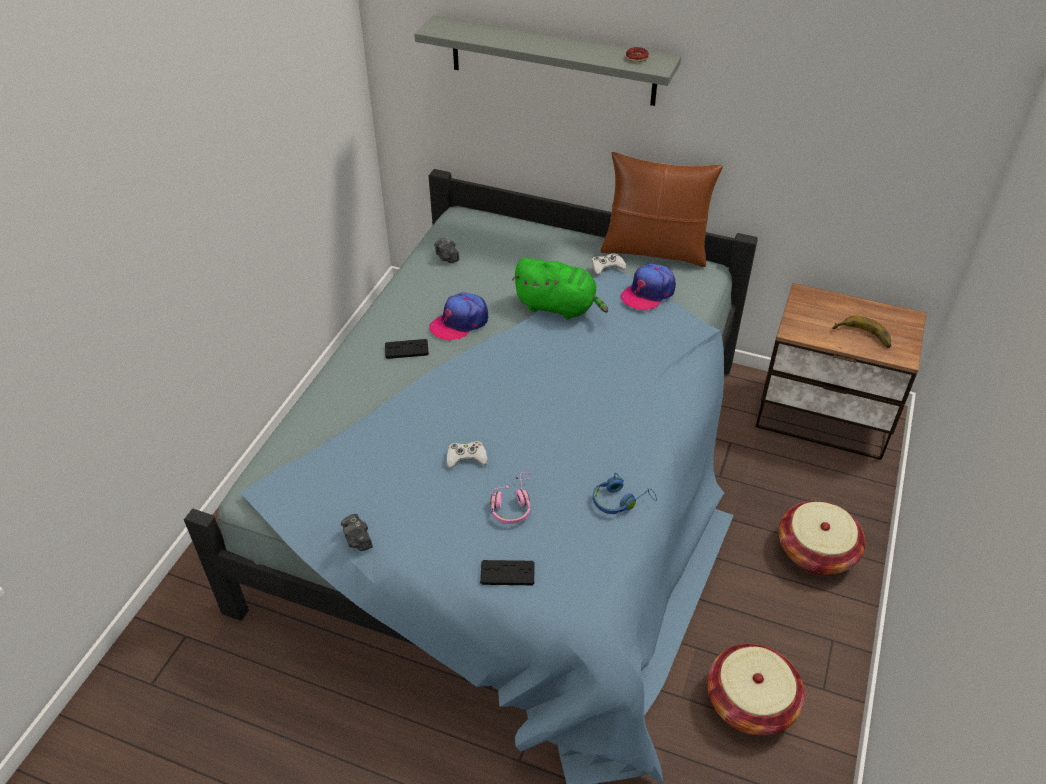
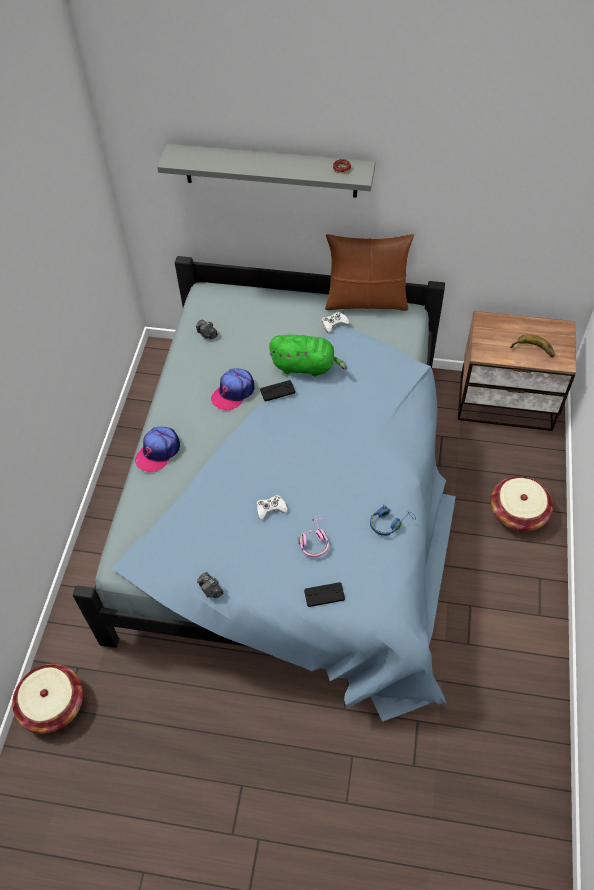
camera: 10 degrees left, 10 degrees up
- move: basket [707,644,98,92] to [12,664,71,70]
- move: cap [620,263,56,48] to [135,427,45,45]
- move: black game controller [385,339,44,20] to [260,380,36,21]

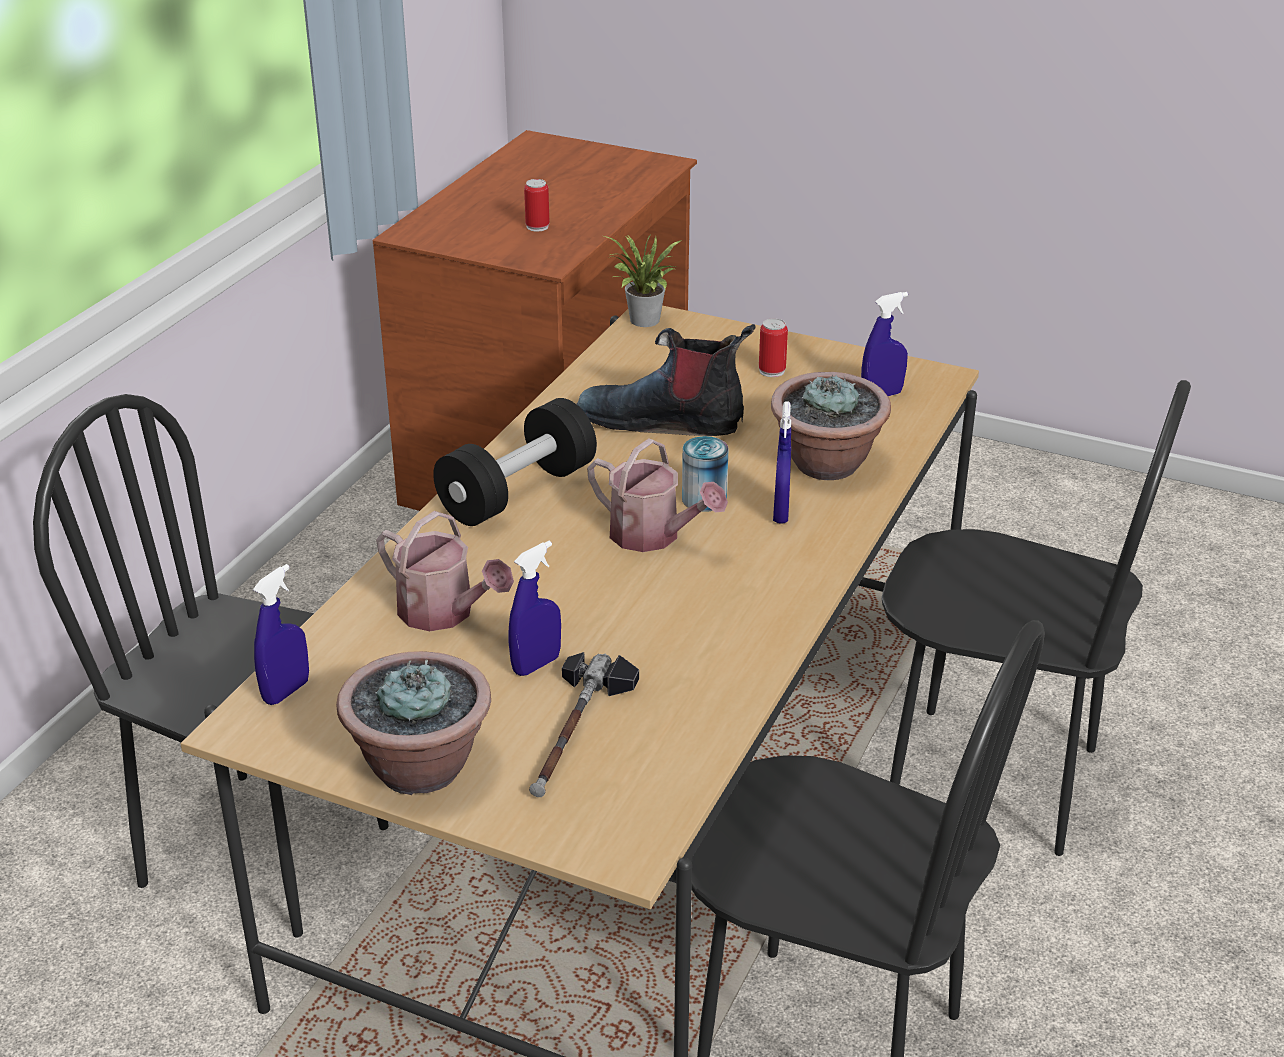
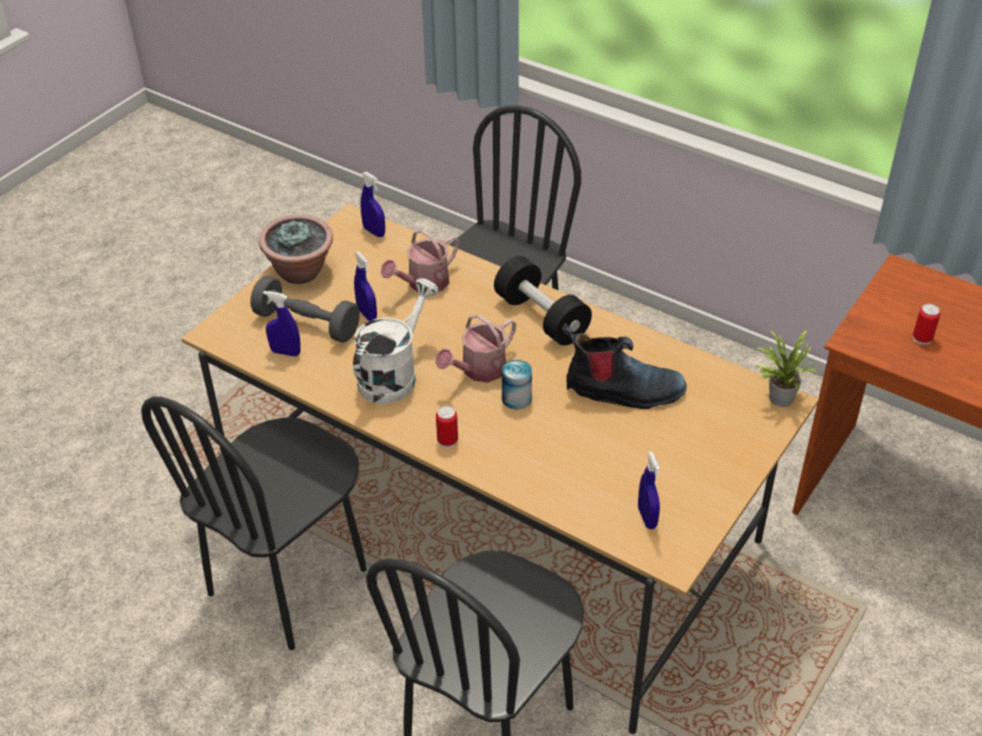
camera: 100 degrees right, 10 degrees up
- replace: hammer [529,652,110,145] to grey dumbbell [250,276,110,67]
- move: blue spray bottle [773,401,18,123] to [263,291,38,66]
- insert: white watering can [353,278,86,126]
- move: can [759,318,29,59] to [436,406,22,42]
- rotate: boot [577,324,179,112] = [562,323,125,86] 75 degrees clockwise
- delete: potted plant [771,372,120,108]

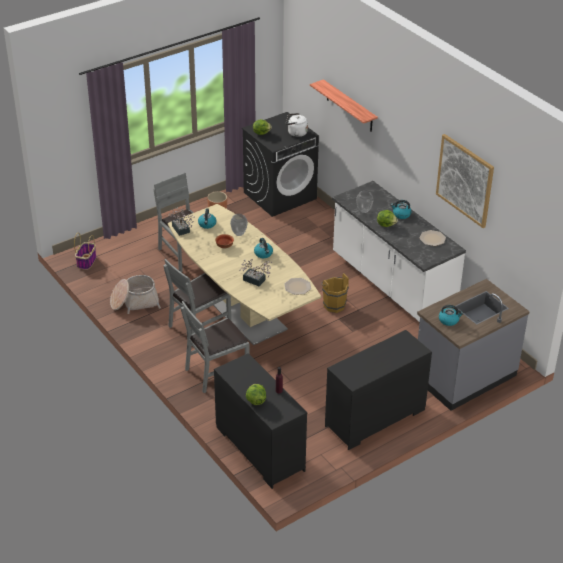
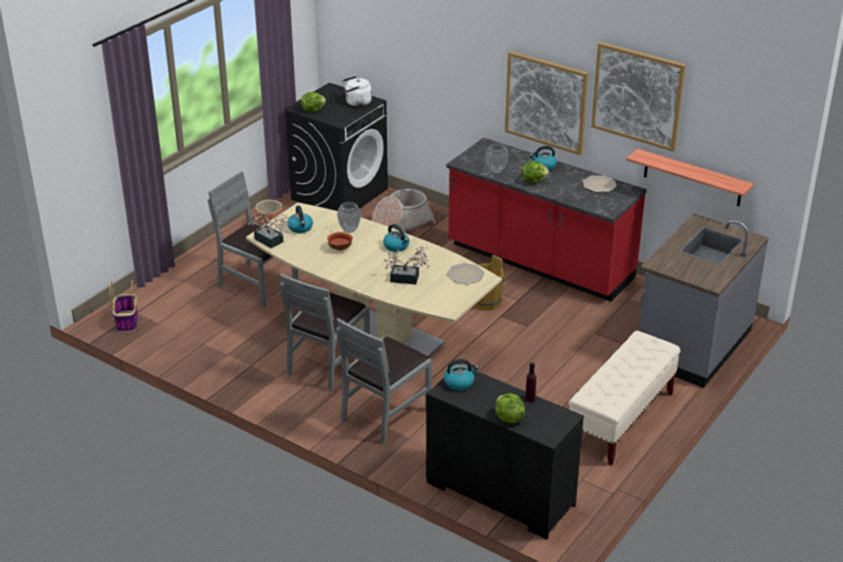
camera: 20 degrees left, 5 degrees down
- move: basket [110,275,51,39] to [372,189,64,44]
- move: kettle [439,305,24,21] to [444,359,35,32]
- recolor: white counter [332,181,134,141] to red counter [446,138,201,163]
- insert: picture [505,51,84,104]
- replace: black dresser [325,330,107,120] to beige bench [569,331,112,134]
- move: shelf [310,79,68,53] to [626,149,128,57]

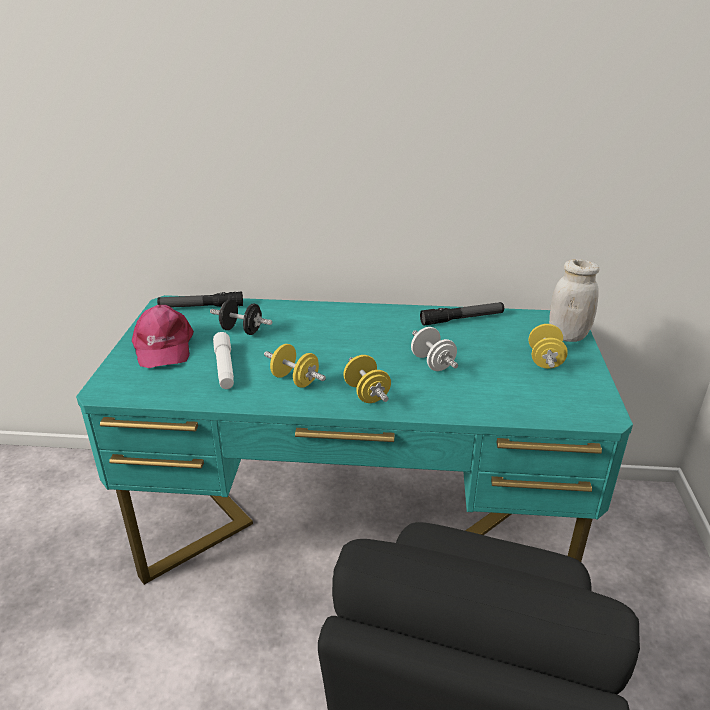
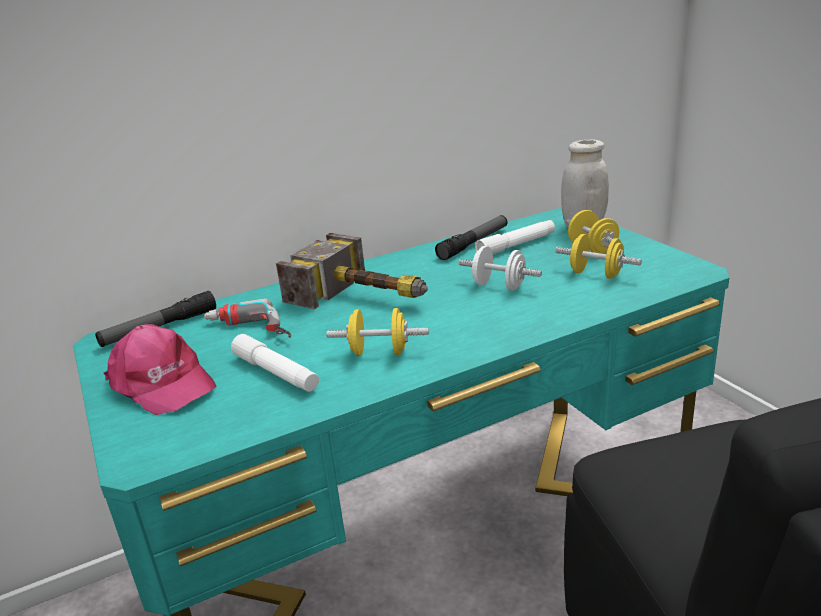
camera: 30 degrees left, 5 degrees down
- replace: black dumbbell [210,299,62,36] to power drill [204,298,87,40]
- insert: hammer [276,233,152,77]
- insert: white flashlight [475,220,80,34]
- move: yellow dumbbell [343,355,48,48] to [555,234,87,45]

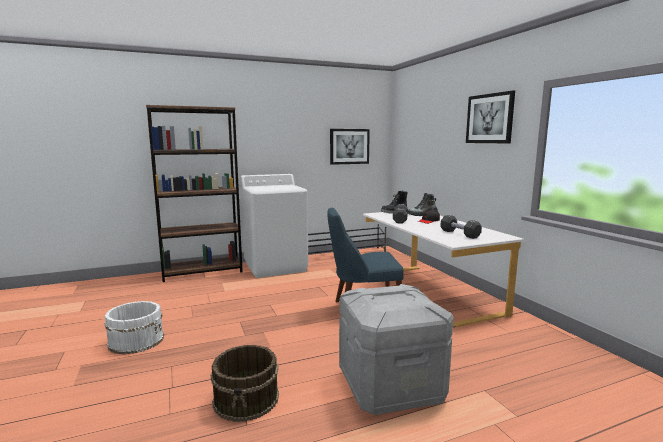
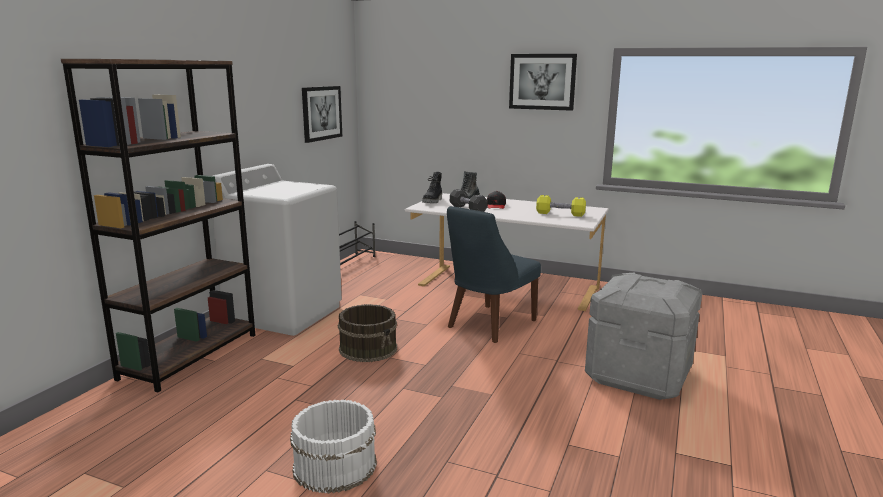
camera: 45 degrees left, 5 degrees up
- move: brown bucket [211,345,68,77] to [338,304,59,58]
- recolor: black dumbbell [440,215,42,24] to yellow dumbbell [536,195,50,22]

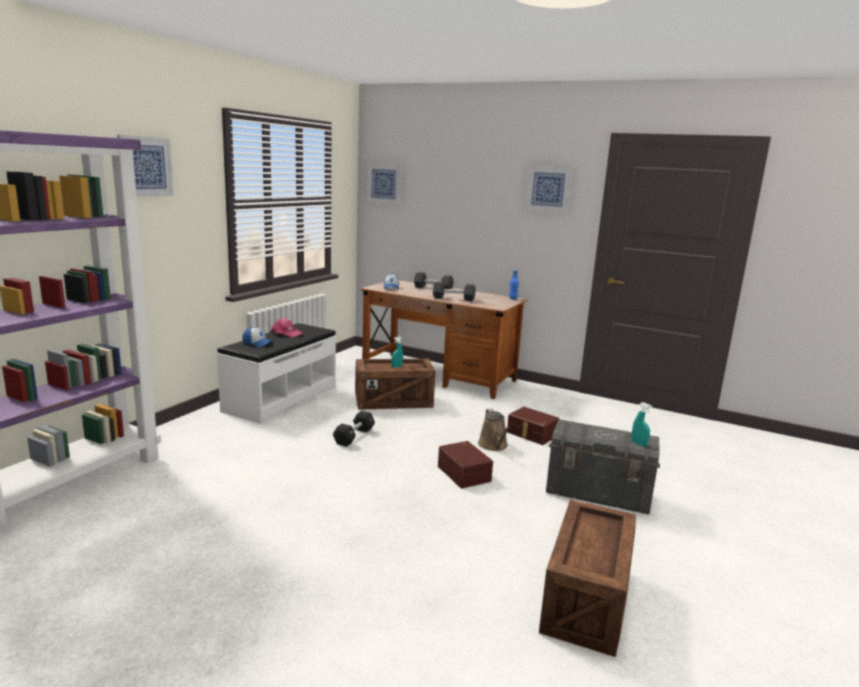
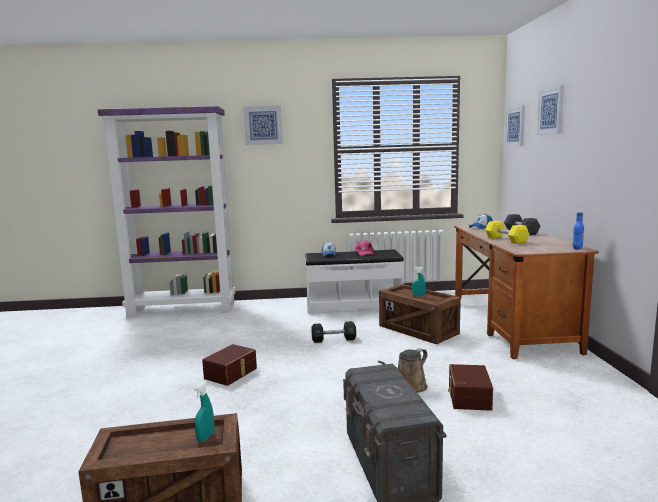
camera: 60 degrees right, 5 degrees down
- move: turquoise spray bottle [631,402,21,44] to [194,382,20,60]
- move: brown storage box [438,441,55,47] to [202,344,55,42]
- recolor: black dumbbell [433,281,42,20] to yellow dumbbell [485,221,44,23]
- move: picture [525,166,47,47] to [536,85,28,50]

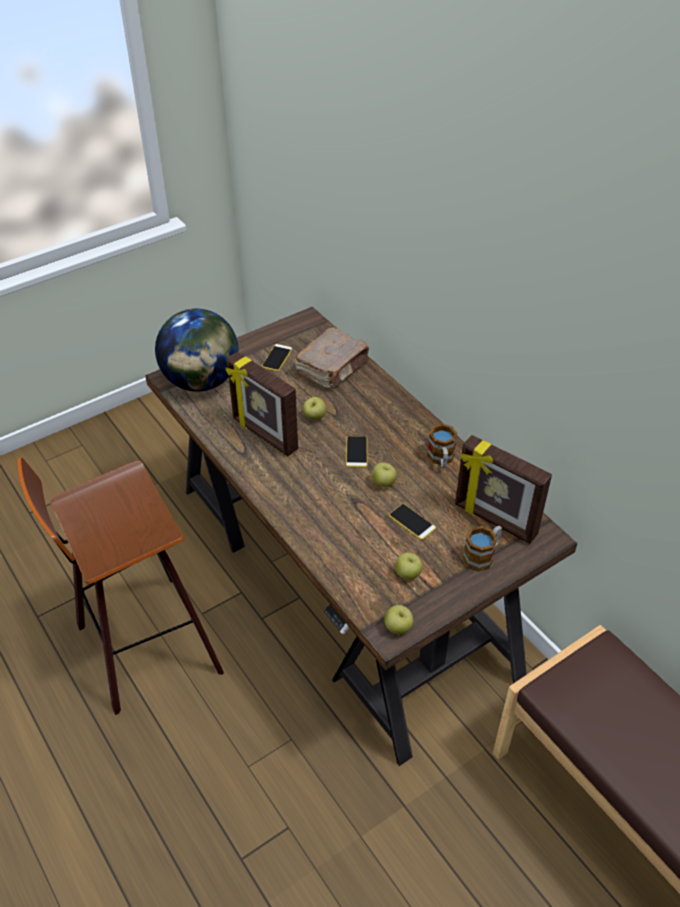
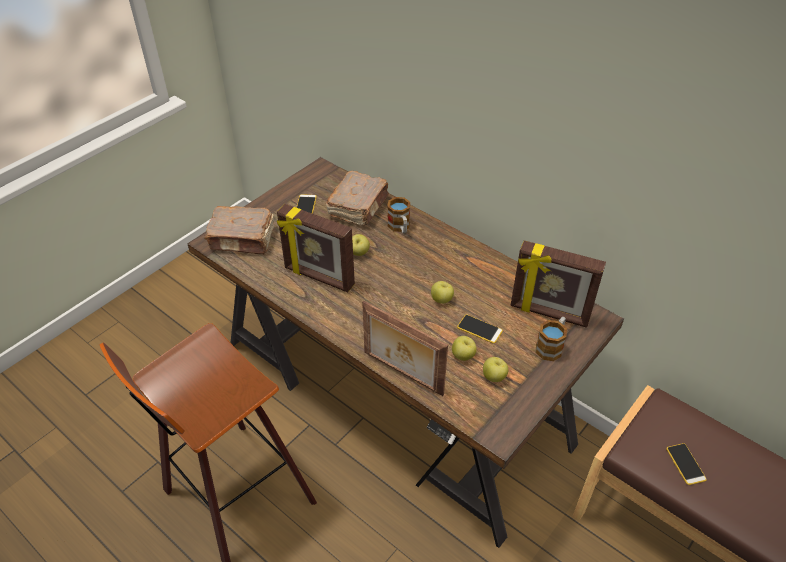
camera: 15 degrees left, 0 degrees up
- replace: globe [155,309,84,83] to brown book [204,206,71,49]
- insert: picture frame [362,301,86,95]
- move: mug [427,424,30,45] to [387,197,23,37]
- move: apple [384,605,29,29] to [452,336,25,25]
- move: phone [346,436,22,32] to [666,443,41,42]

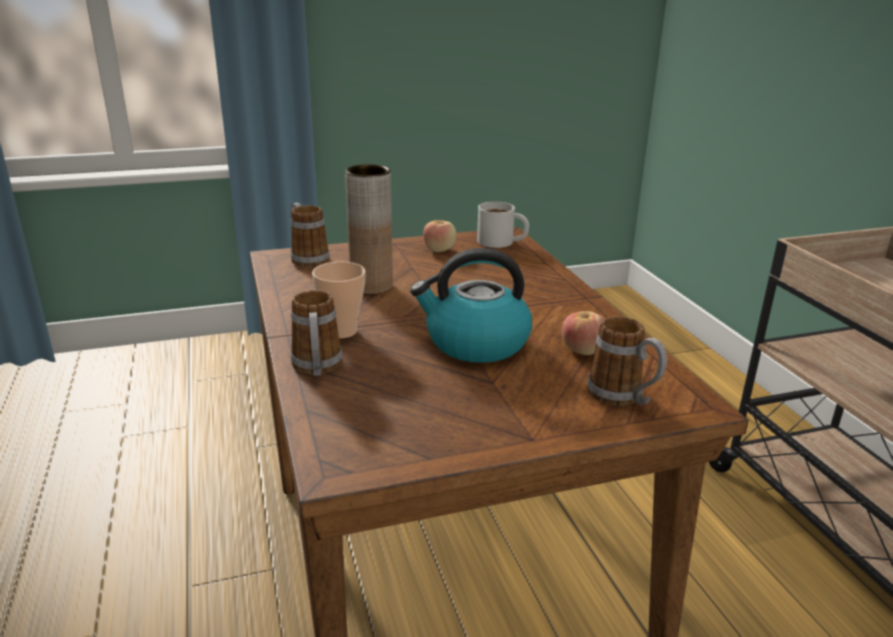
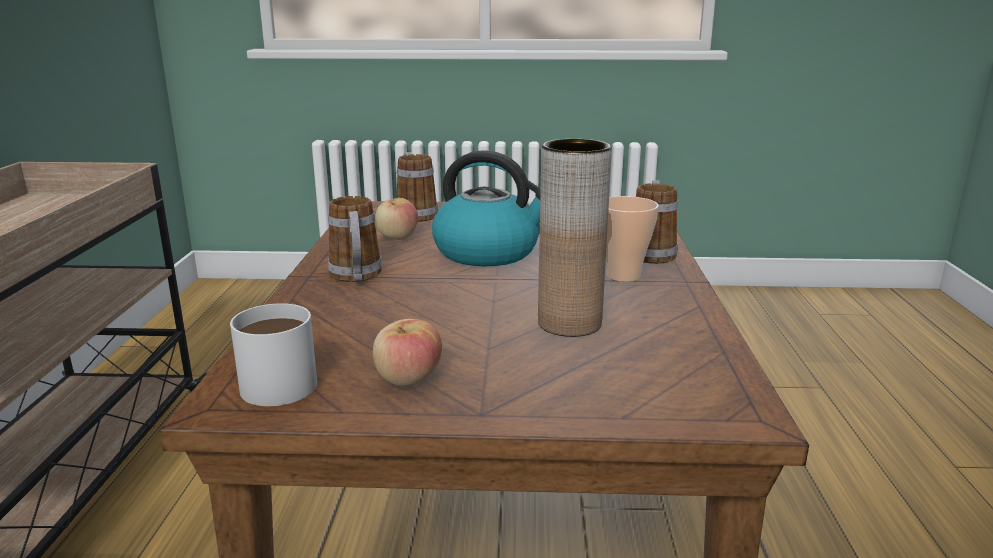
camera: 160 degrees left, 5 degrees down
- move: mug [290,203,40,65] to [328,196,54,86]

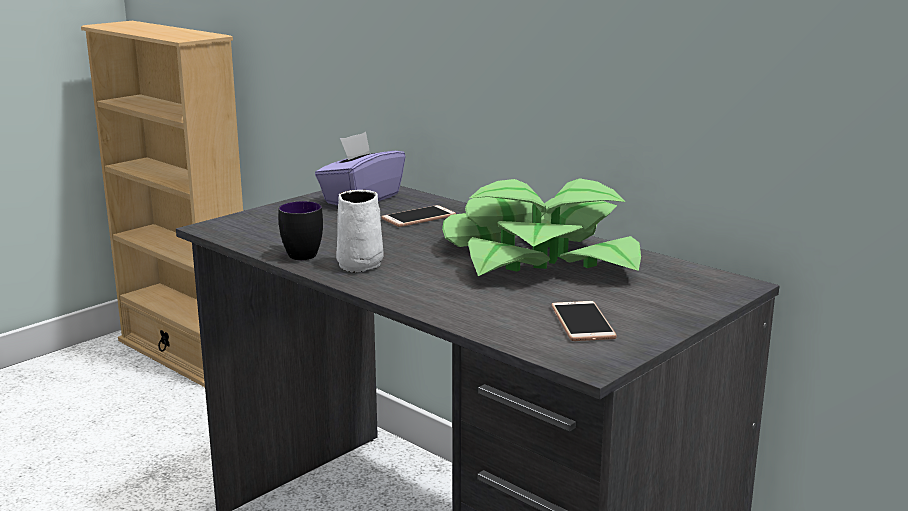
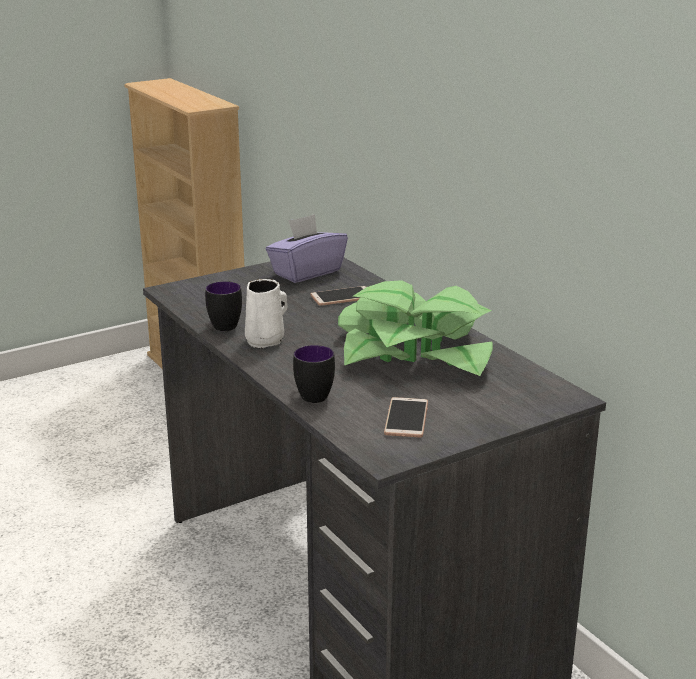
camera: 15 degrees right, 5 degrees up
- insert: mug [293,345,42,58]

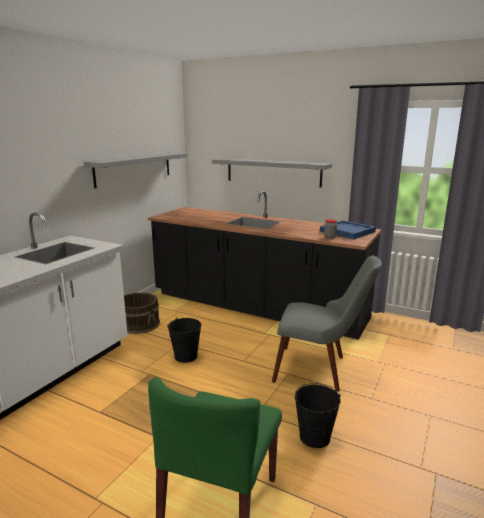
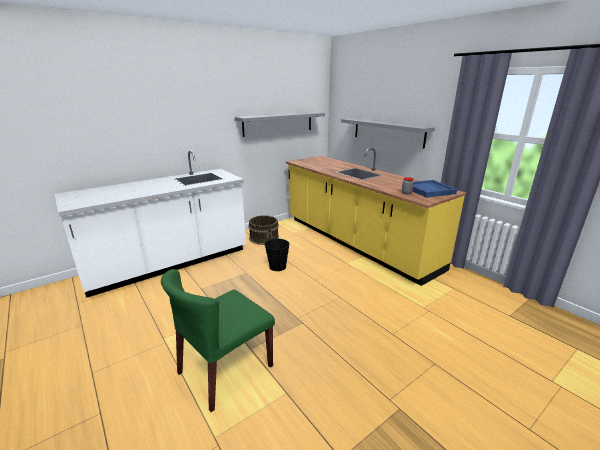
camera: 25 degrees right, 5 degrees up
- recolor: black counter [148,191,234,149] to yellow counter [286,148,180,138]
- delete: grey chair [272,256,110,136]
- delete: black bucket [294,383,47,65]

